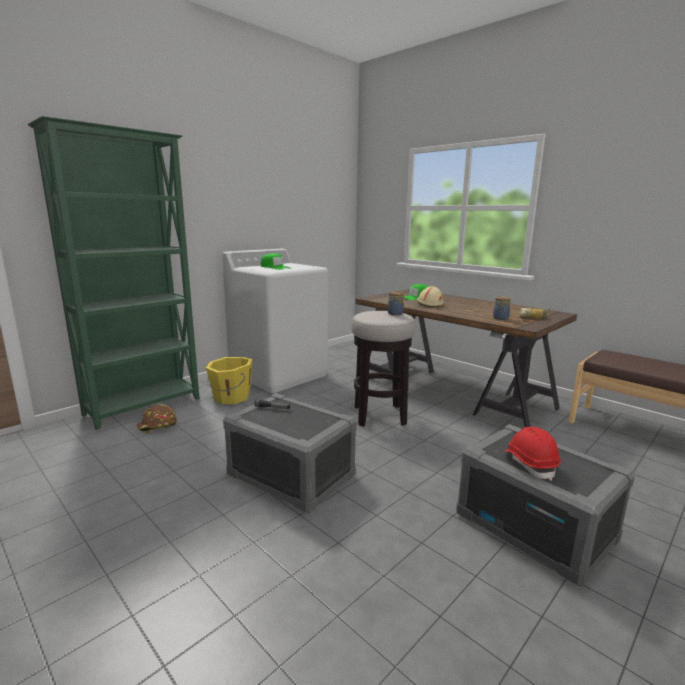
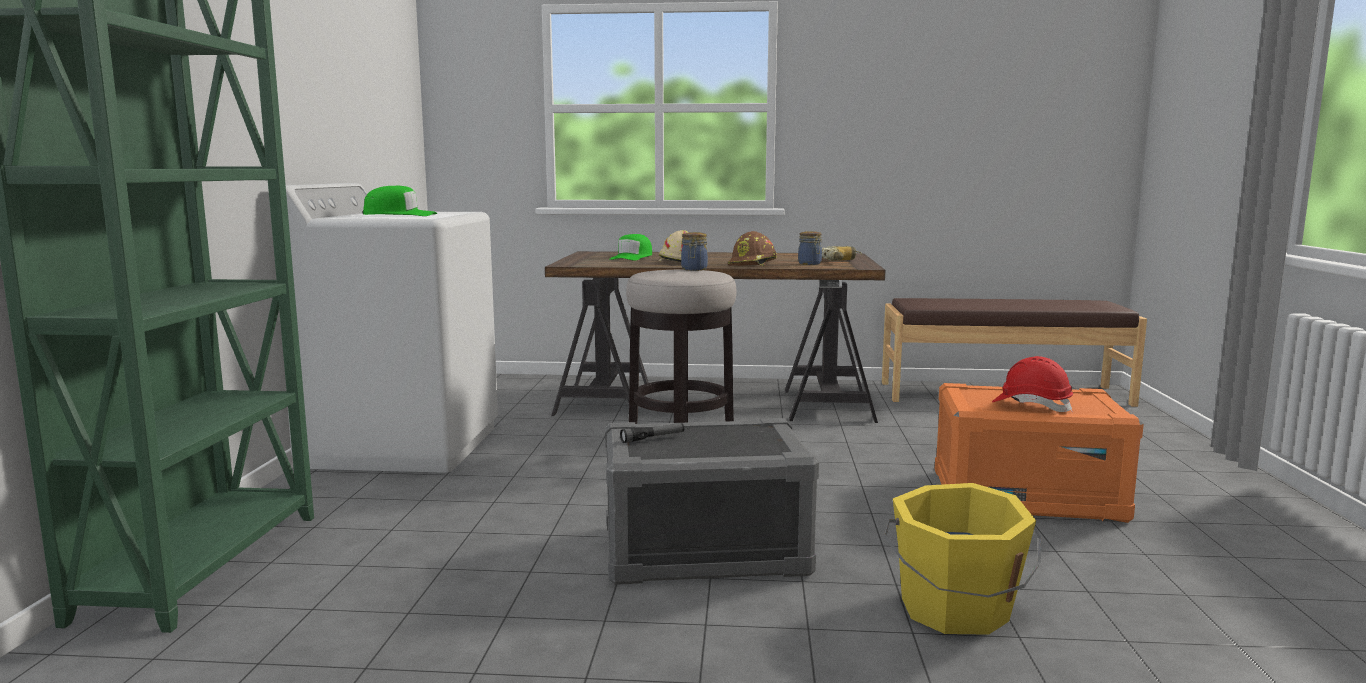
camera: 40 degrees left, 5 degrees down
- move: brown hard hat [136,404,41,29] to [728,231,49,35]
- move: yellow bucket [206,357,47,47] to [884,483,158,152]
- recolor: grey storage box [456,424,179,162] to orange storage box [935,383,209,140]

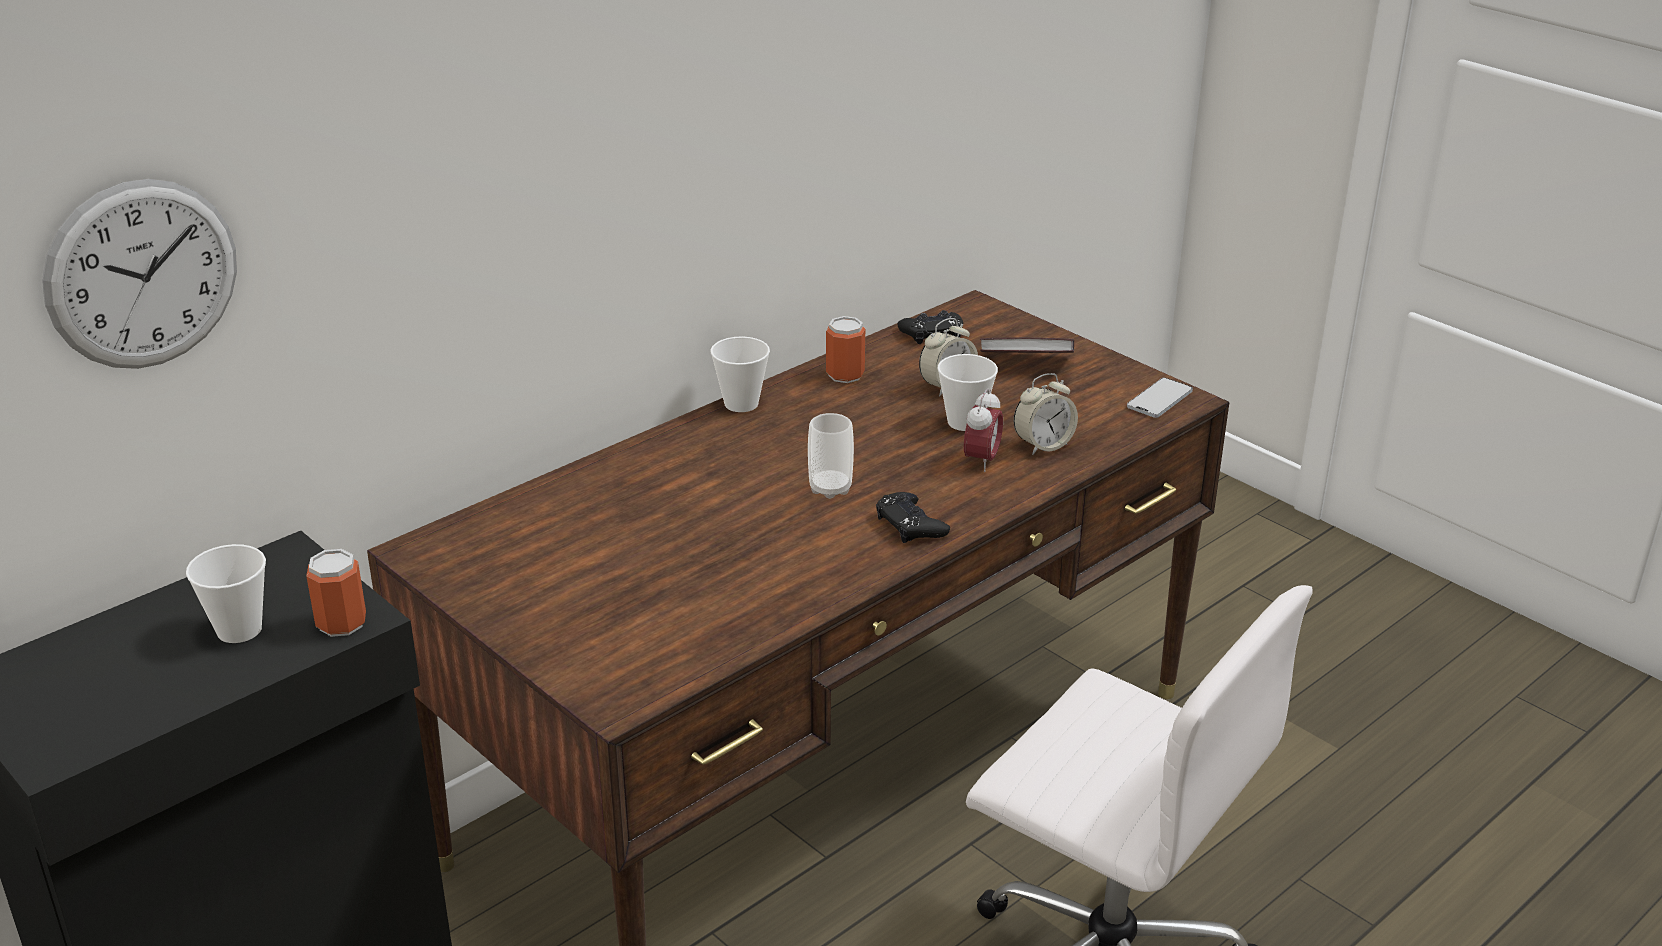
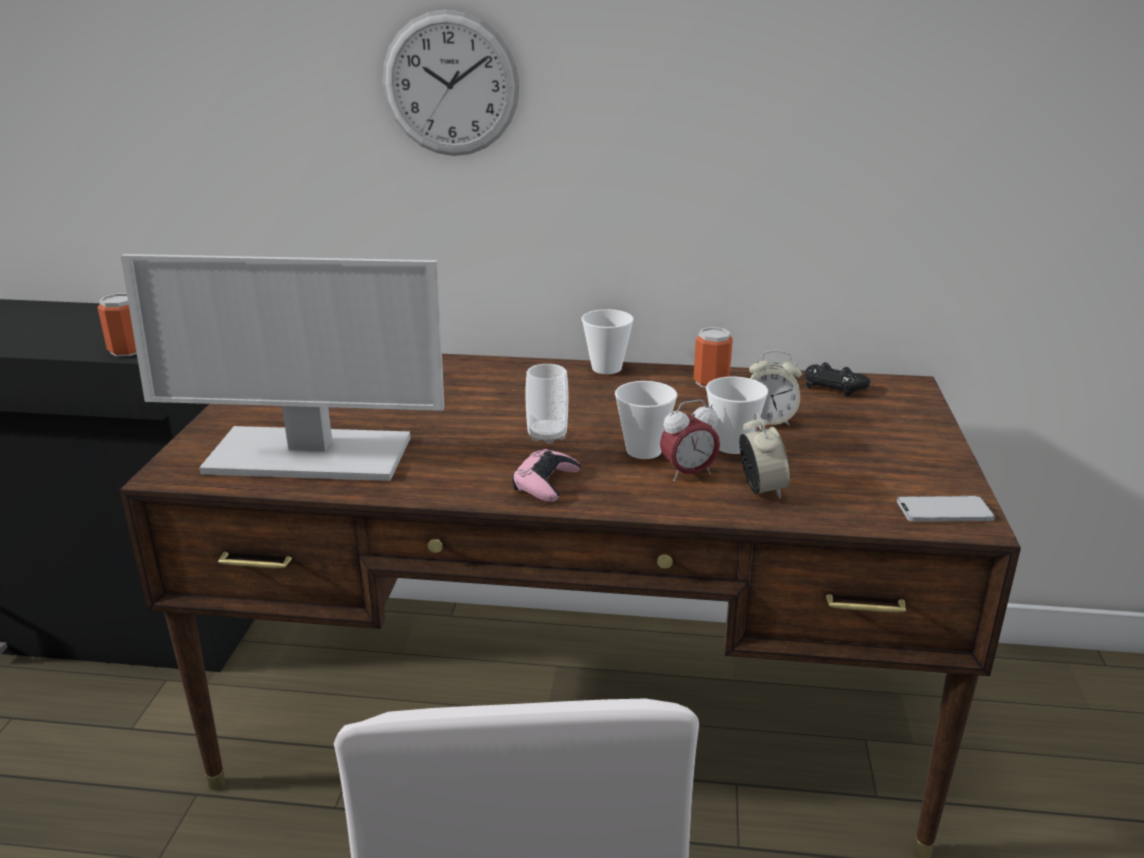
camera: 50 degrees right, 5 degrees down
- insert: monitor [121,254,323,227]
- move: wall clock [42,179,195,190] to [383,9,137,147]
- recolor: black game controller [876,492,74,51] to pink game controller [512,449,69,53]
- move: cup [186,544,80,99] to [615,381,62,78]
- rotate: alarm clock [1014,373,64,82] = [739,412,51,87] 120 degrees counterclockwise
- delete: book [980,337,94,16]

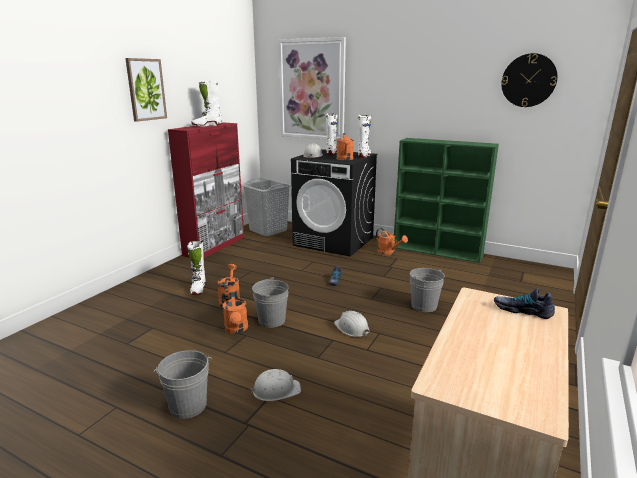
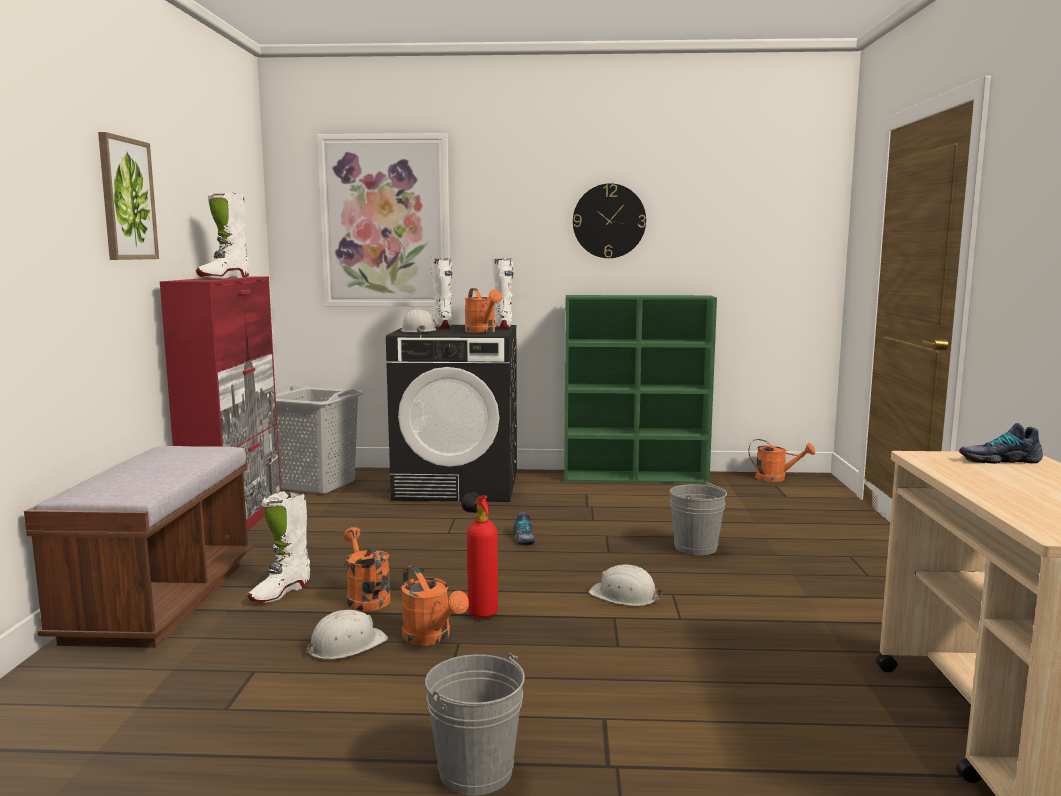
camera: 25 degrees left, 10 degrees down
- insert: brown bench [24,446,228,202]
- rotate: white boot [187,241,19,54] = [247,491,63,112] 60 degrees clockwise
- move: white hard hat [250,369,51,32] to [306,610,82,49]
- replace: grey bucket [252,277,37,51] to fire extinguisher [461,492,37,126]
- move: wall clock [501,53,56,54] to [573,183,73,75]
- move: orange watering can [376,228,32,27] to [748,439,67,43]

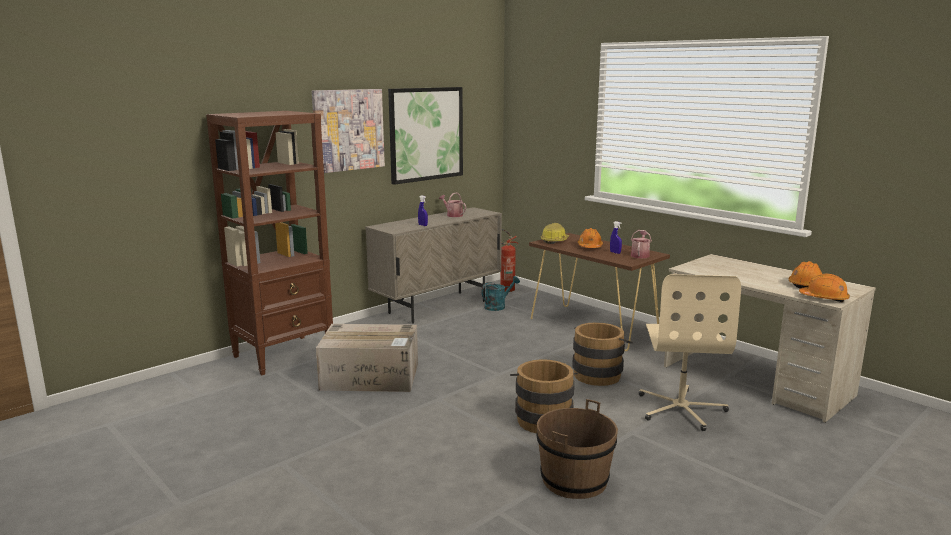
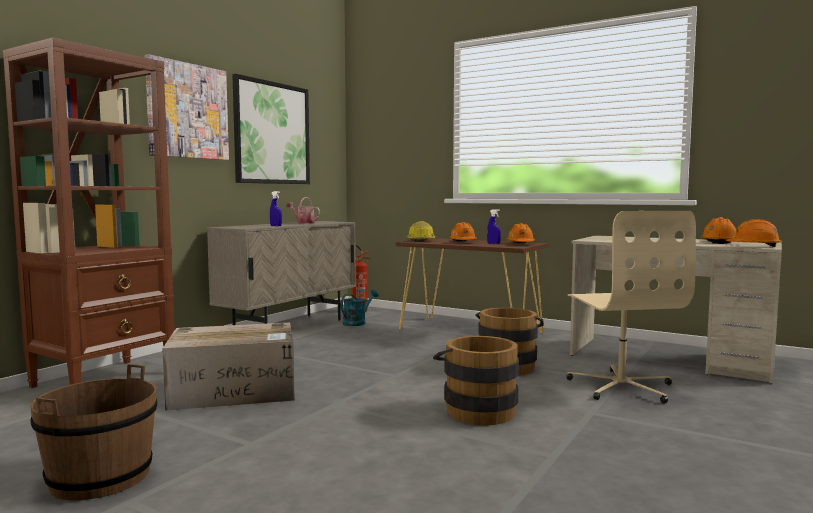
camera: 15 degrees left, 10 degrees down
- move: brown bucket [536,399,82,100] to [30,364,127,137]
- replace: watering can [631,230,21,28] to orange hard hat [507,223,28,20]

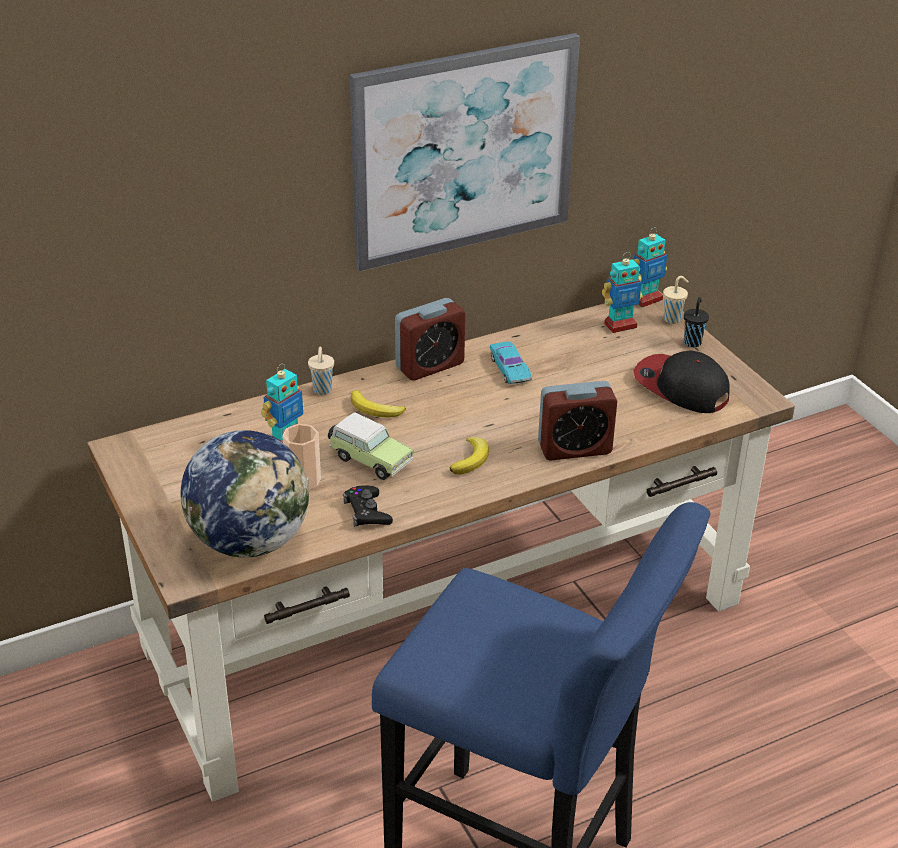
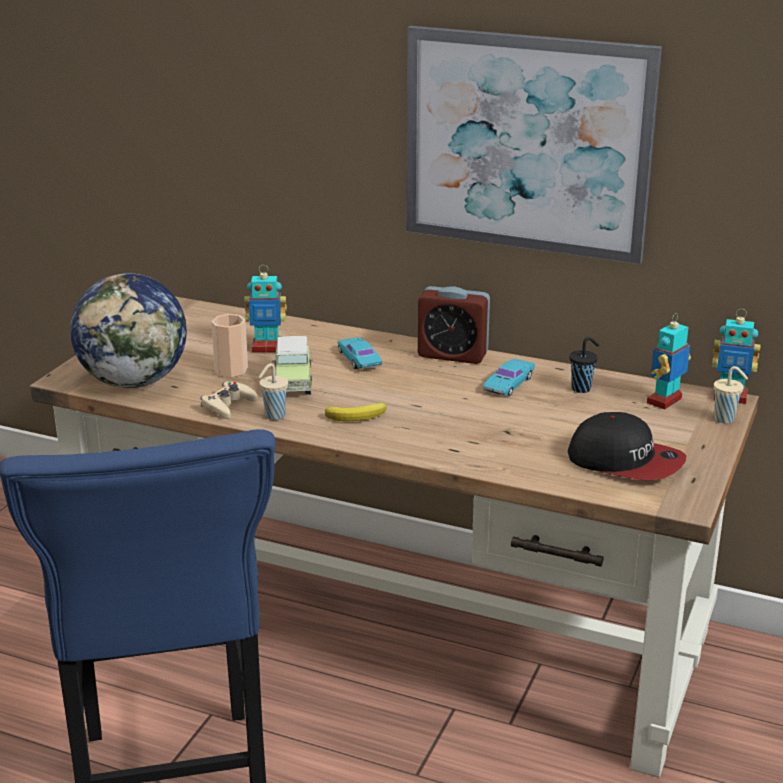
camera: 50 degrees right, 10 degrees down
- recolor: black game controller [343,485,50,42] to beige game controller [200,382,58,37]
- move: beige cup [308,347,26,48] to [259,363,29,57]
- replace: banana [351,390,55,27] to turquoise toy car [338,337,44,32]
- rotate: cap [633,351,97,62] = [568,412,119,68] 120 degrees clockwise
- move: black cup [684,297,25,50] to [569,337,30,56]
- rotate: toy robot [602,252,41,81] = [647,313,44,97] 105 degrees clockwise
- delete: alarm clock [538,381,79,80]

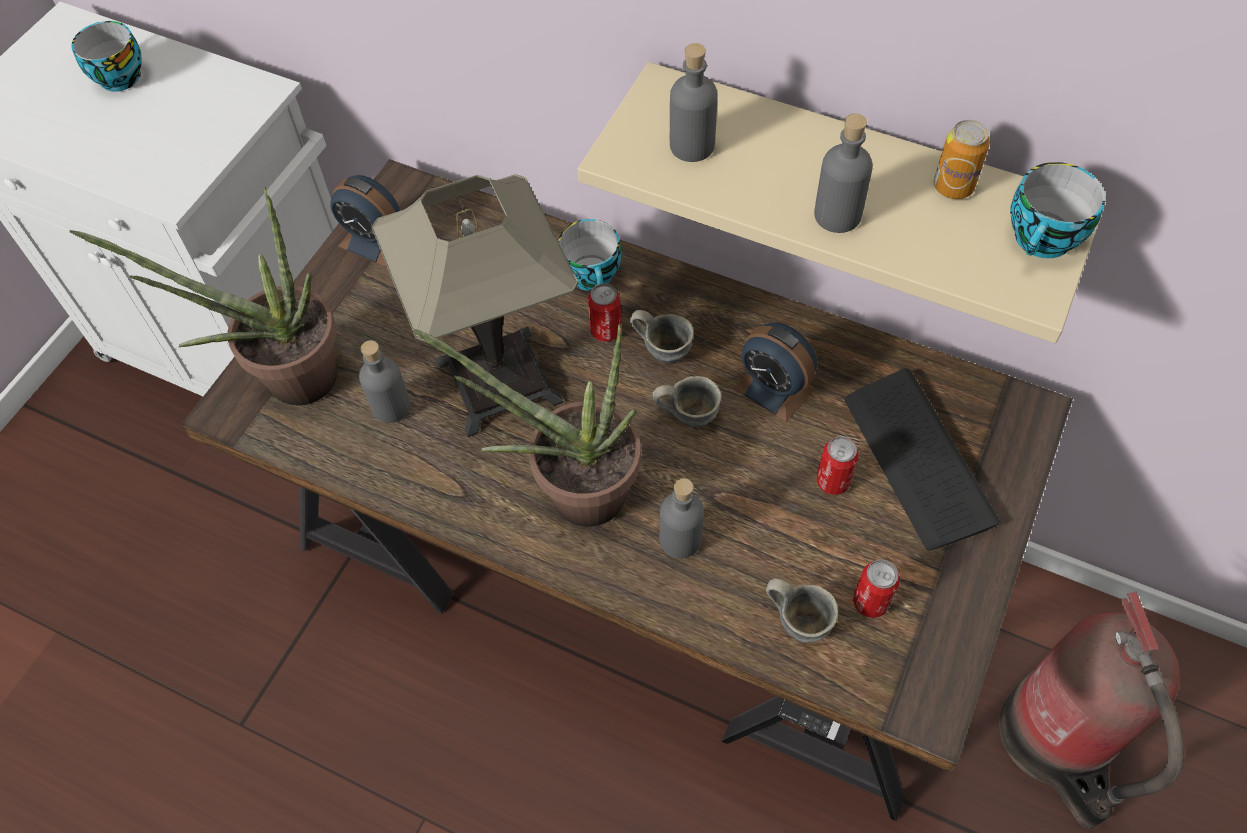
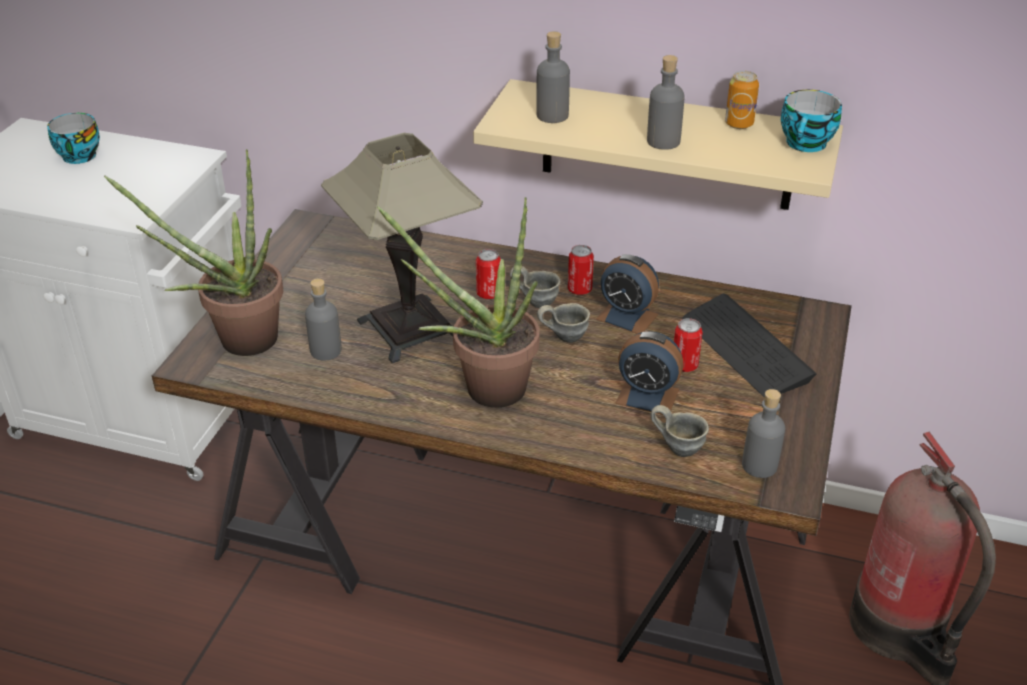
camera: 10 degrees left, 20 degrees down
- move: can [853,559,47,59] to [568,245,26,50]
- move: alarm clock [330,175,70,92] to [615,331,69,84]
- move: grey bottle [659,478,45,81] to [742,389,43,89]
- delete: cup [558,219,63,72]

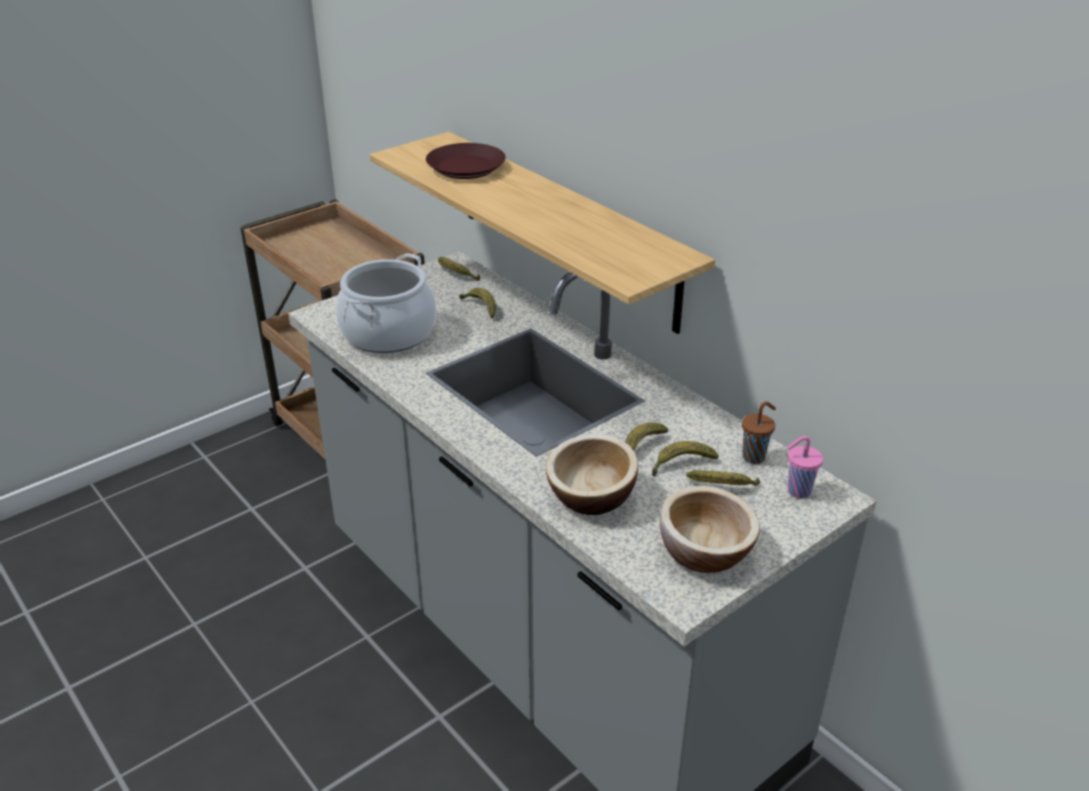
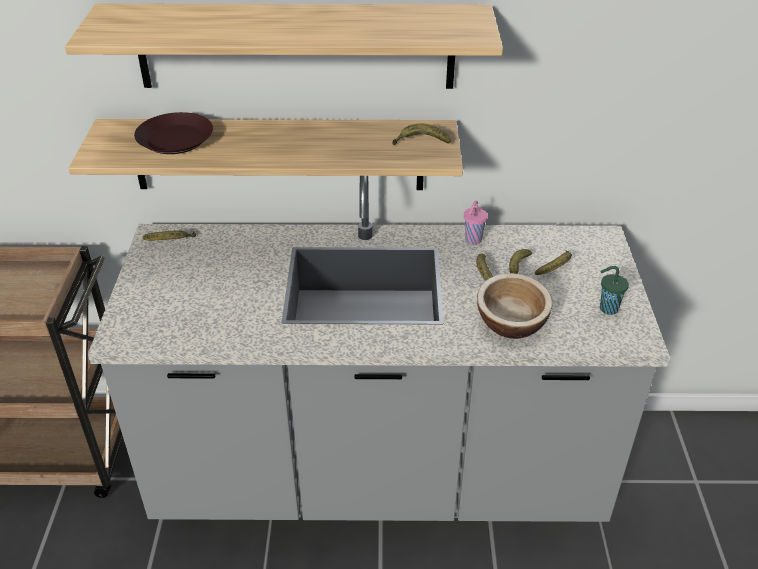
camera: 50 degrees left, 5 degrees up
- insert: shelf [65,4,438,85]
- move: banana [459,288,37,31] to [392,124,59,21]
- move: pink cup [787,436,36,62] to [464,201,24,44]
- replace: bowl [660,486,100,87] to green cup [600,266,29,49]
- delete: cooking pot [336,253,101,100]
- delete: brown cup [742,402,34,62]

